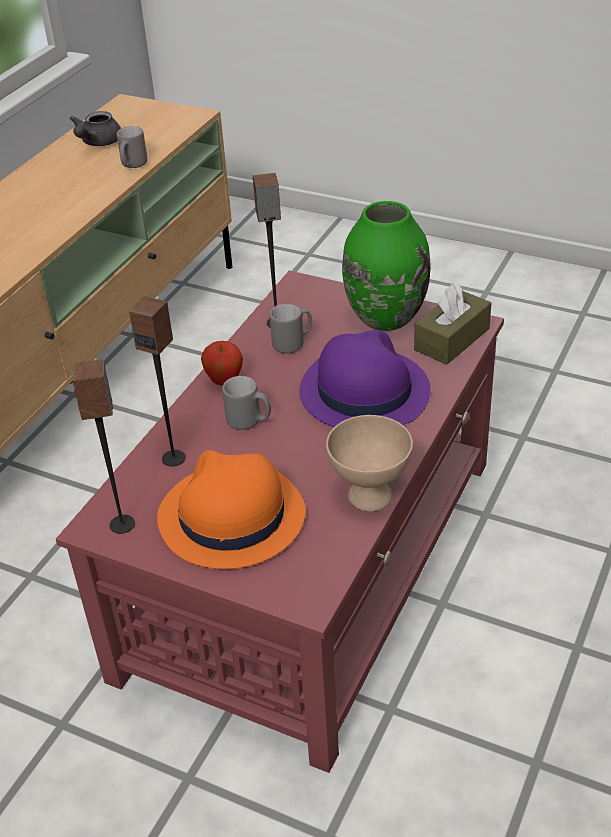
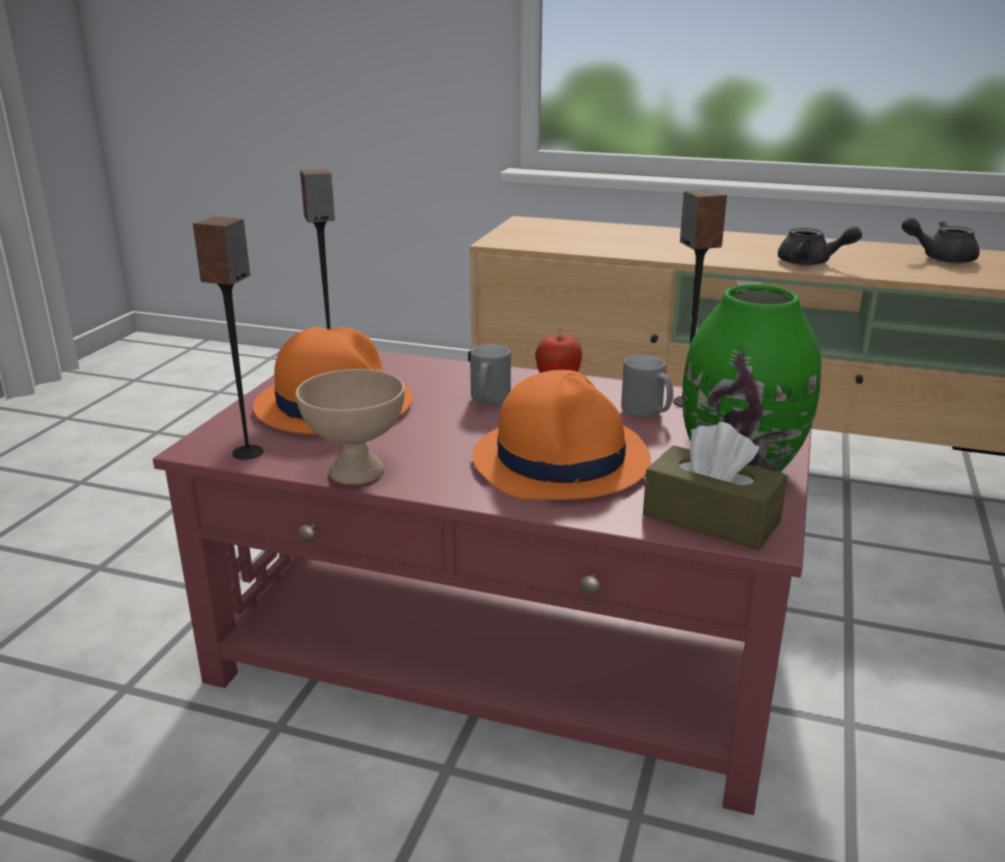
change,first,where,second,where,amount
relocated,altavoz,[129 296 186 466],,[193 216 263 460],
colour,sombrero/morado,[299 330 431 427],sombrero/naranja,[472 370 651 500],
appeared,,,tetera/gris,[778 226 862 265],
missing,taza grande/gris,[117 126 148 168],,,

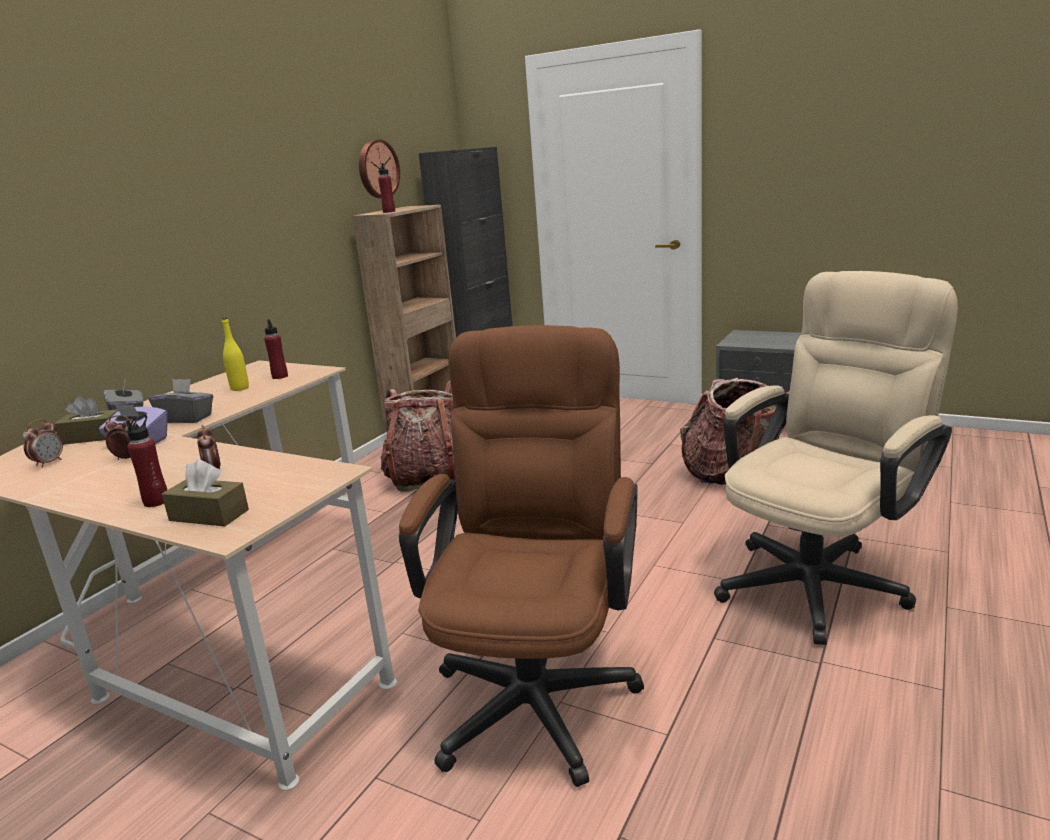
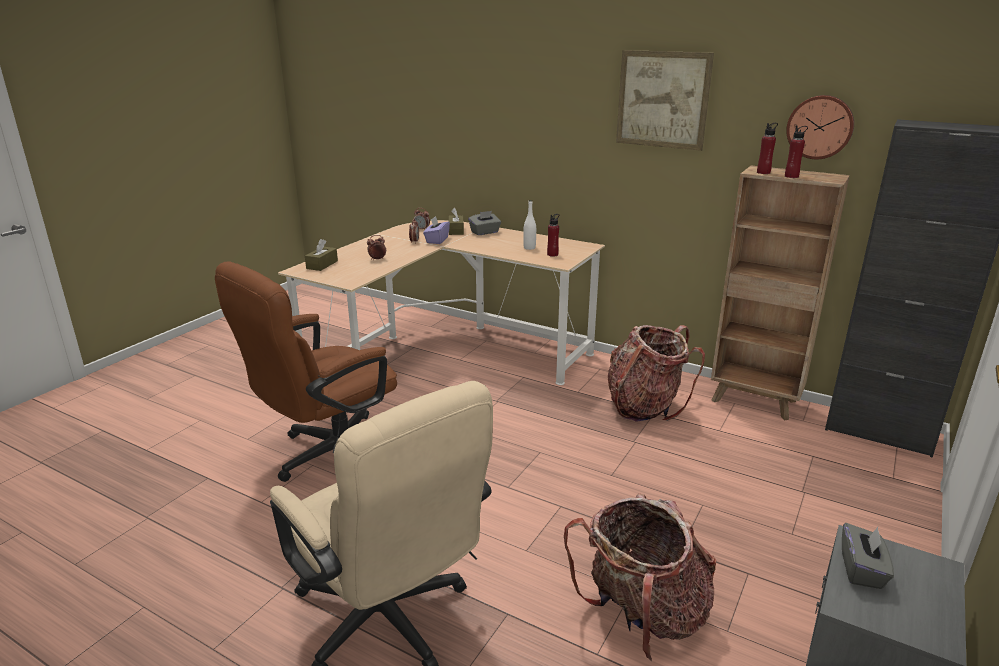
change,first,where,second,where,amount
spun,silla de oficina/marrón,[399 325 644 787],,[215 261 397 482],120 degrees clockwise
colour,botella/amarillo,[222 317 249 391],botella/blanco,[523 200 536 250],
appeared,,,cuadro,[616 50 714 151],
relocated,botella/rojo,[126 415 167 507],,[785 125 808 178],
relocated,caja de pañuelos/gris,[149 379 213 423],,[842 523 894 589],

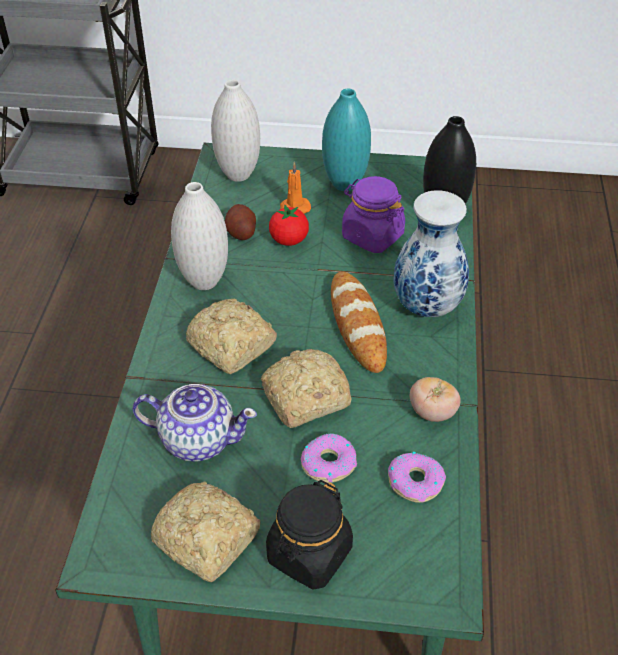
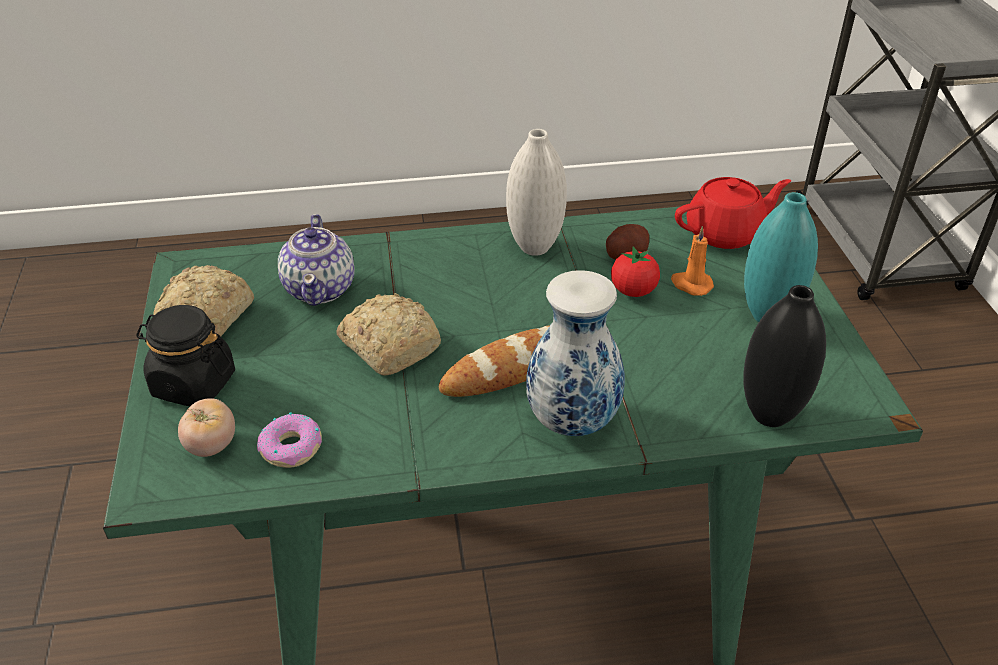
change,first,where,second,where,amount
relocated,tomate,[410 377 461 422],,[178 398 235 457],
exchanged,florero/blanco,[211 80 260 182],tetera/rojo,[675 177 791 249],
missing,pan,[186 299 277 374],,,
missing,rosquilla,[301 434 357 483],,,
missing,tarro/morado,[342 176 405 253],,,

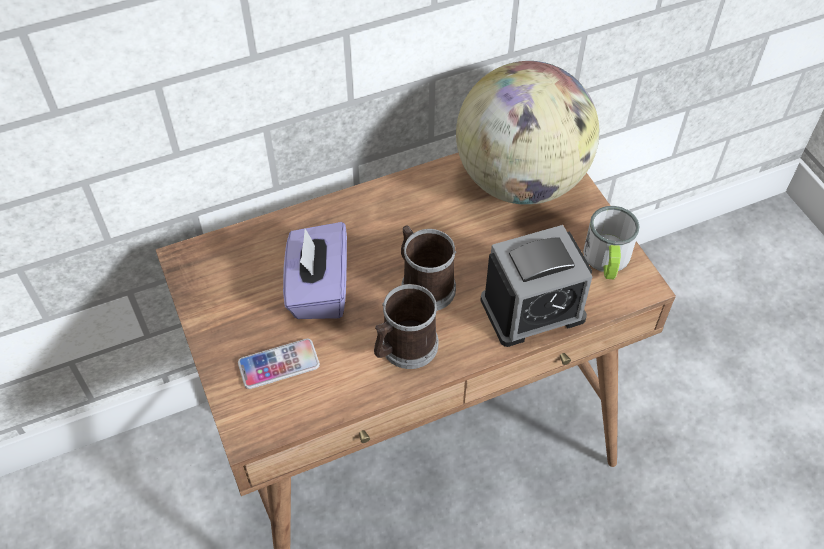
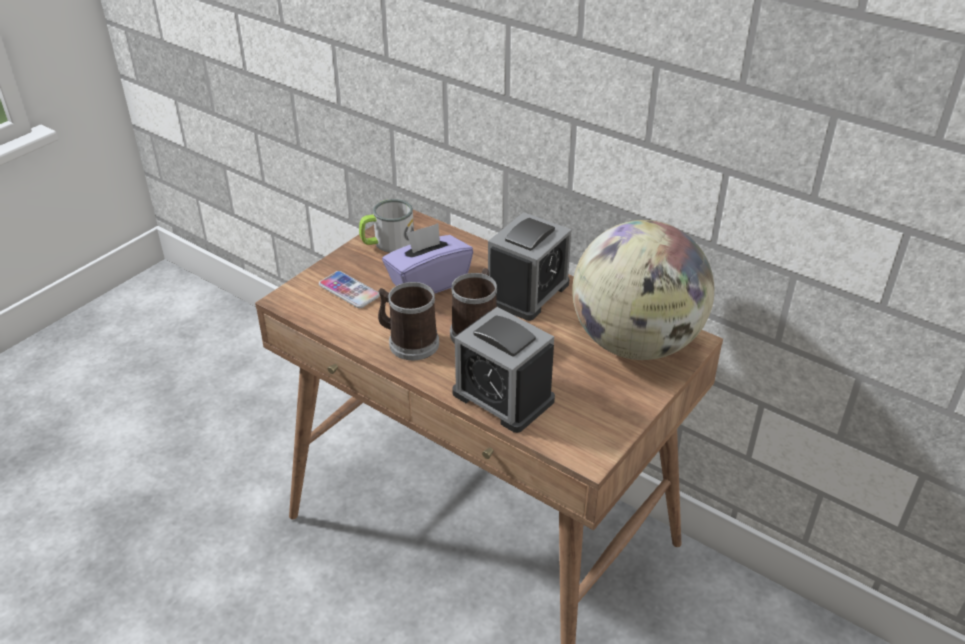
change,first,where,second,where,amount
relocated,taza grande,[583 206 640 279],,[359 199 414 253],
appeared,,,despertador,[488 212 572 321],

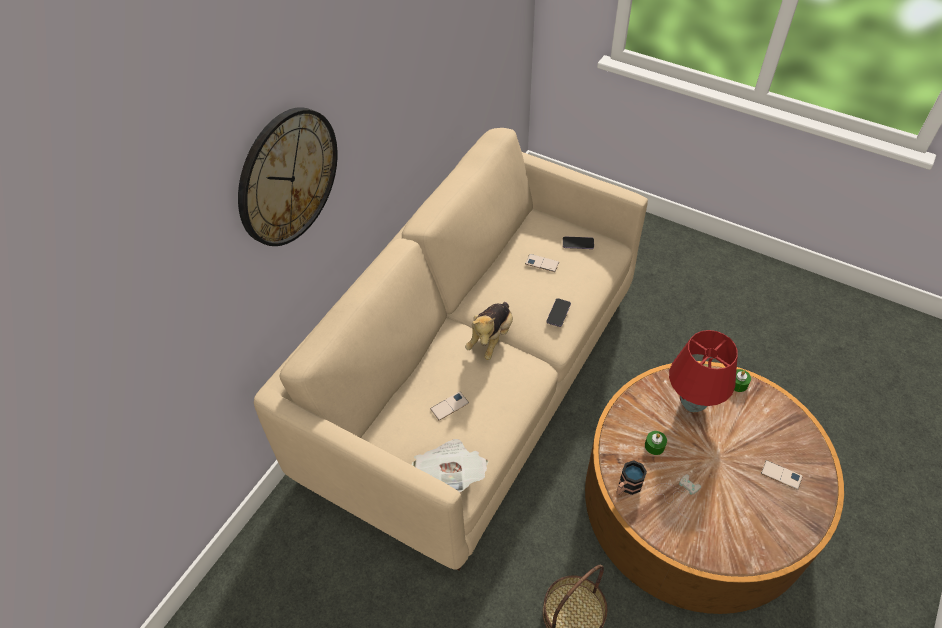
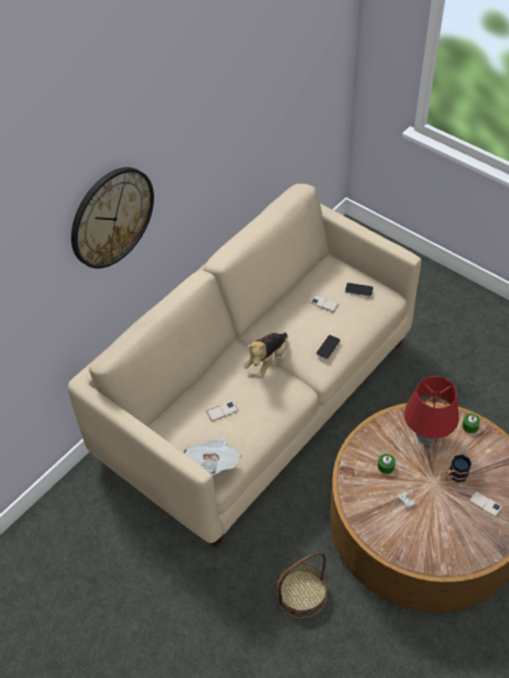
change,first,where,second,where,amount
relocated,taza grande,[616 460 647 495],,[445 455 472 482],

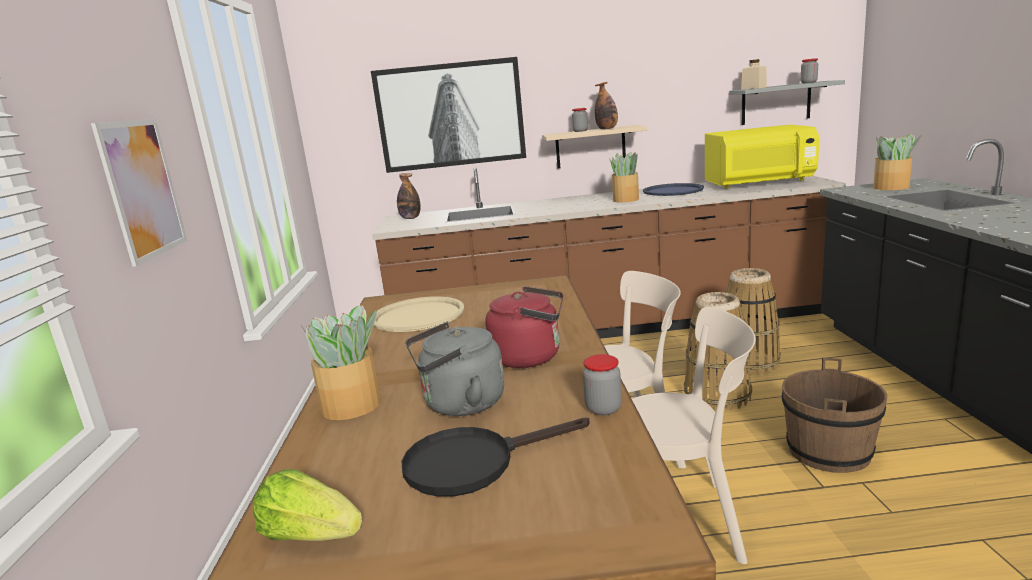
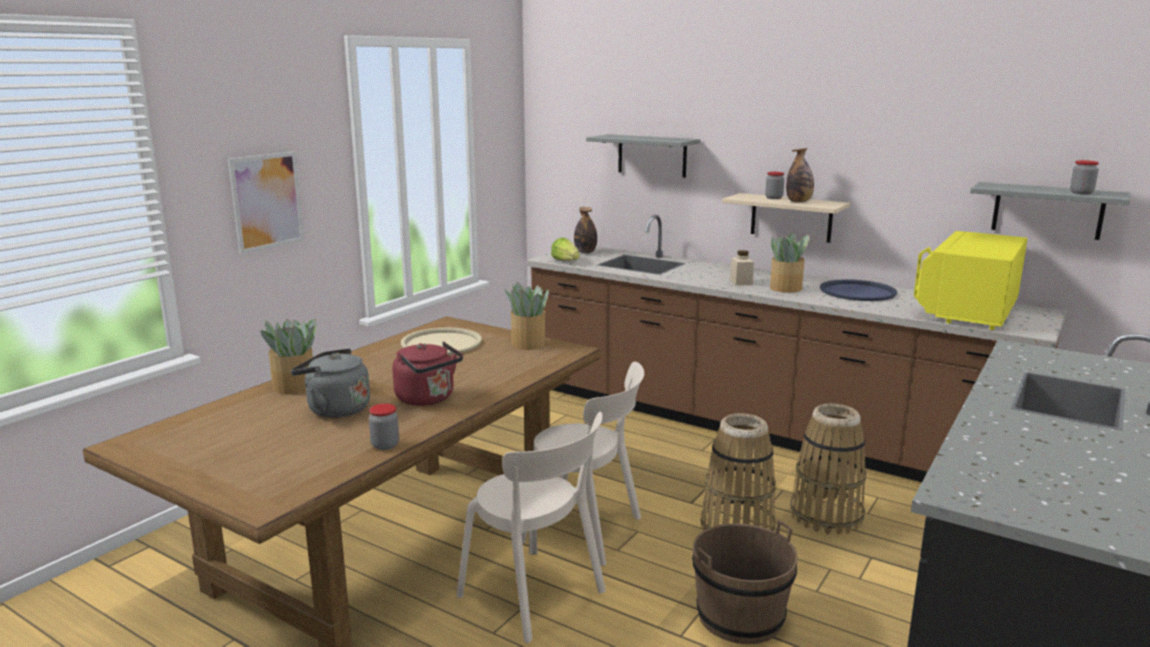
change,first,where,second,where,amount
relocated,planta en maceta,[873 134 922 190],,[504 282 549 350],
relocated,lechuga,[253 469 362 541],,[551 238 580 261],
exchanged,cuadro,[371 57 526 173],estante/gris,[586 134 700 178],
relocated,tarro/beis,[741 59 767 90],,[730 250 754 286],
spun,microondas/amarillo,[705 125 819 189],,[914 231 1028 330],90 degrees clockwise
missing,sartén/negro,[402 418 589 497],,,

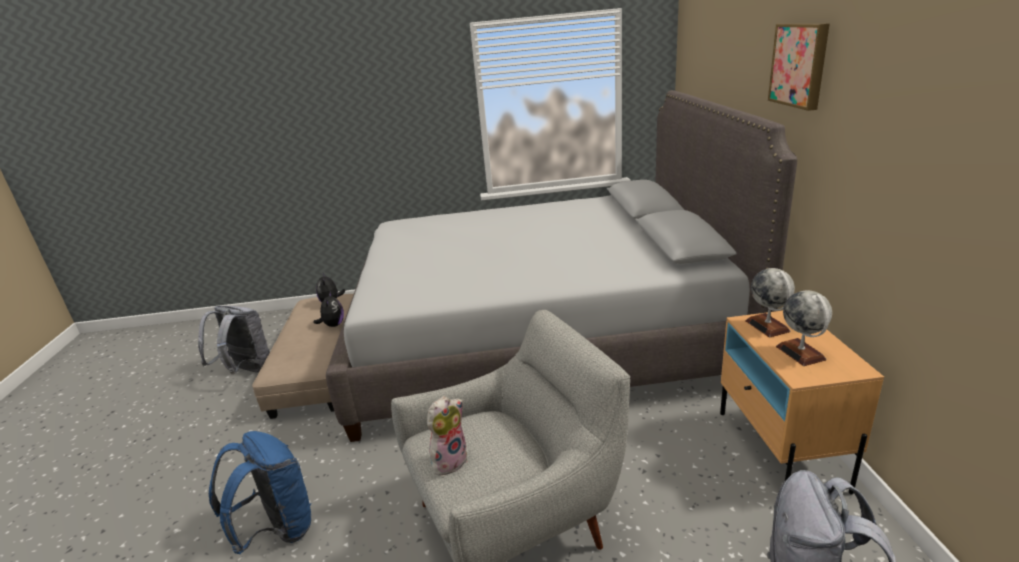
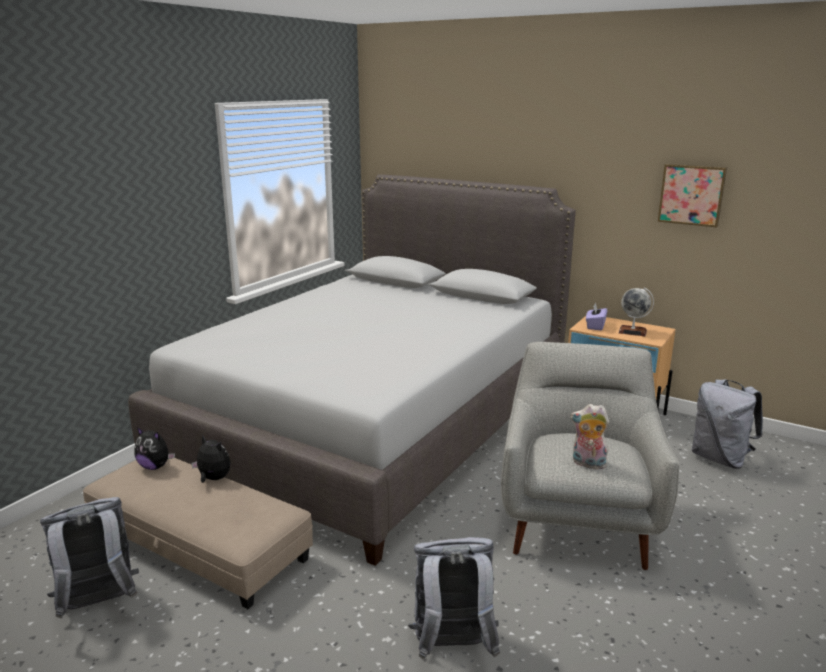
change,first,where,second,where,amount
colour,mochila/azul,[209 431 311 554],mochila/gris,[408 537 500 660],
spun,peluche,[427 396 467 475],,[570 404 609 471],60 degrees counterclockwise
exchanged,globo terráqueo,[745 268 795 337],caja de pañuelos/morado,[586 303 608 330],
relocated,cuadro,[768 23 830 111],,[658 164 727 227],

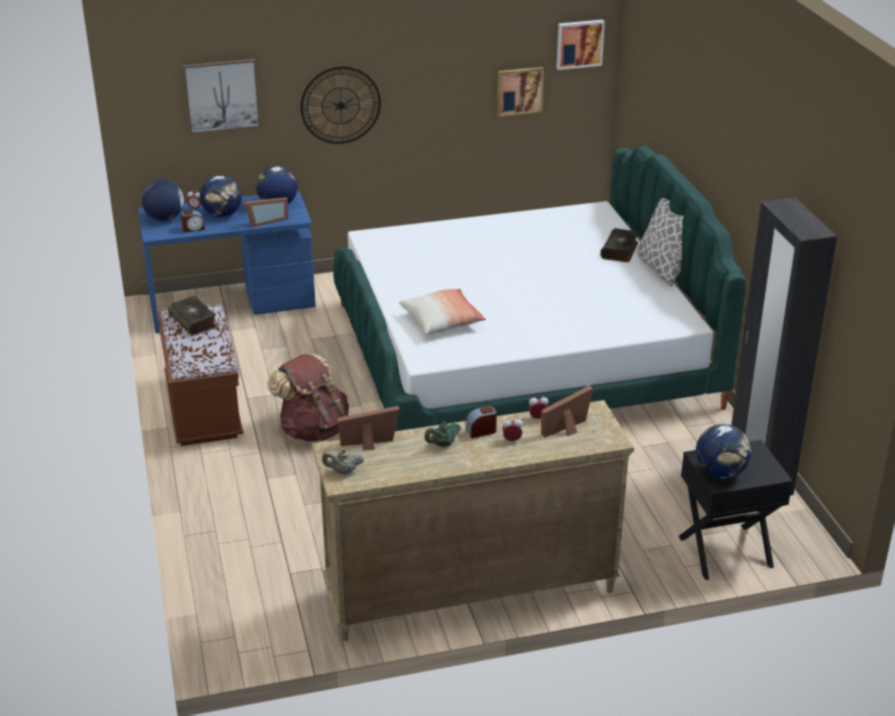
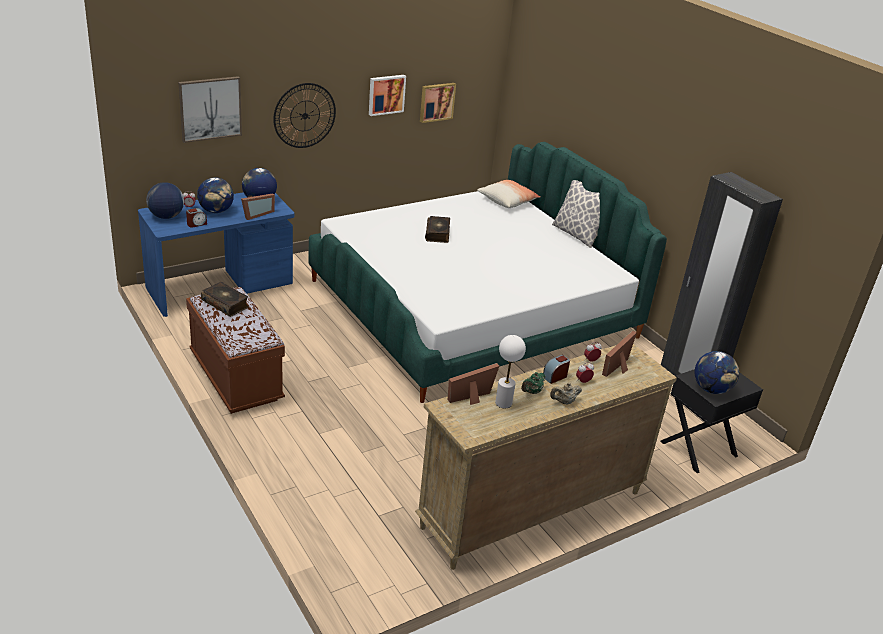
change,first,where,second,where,amount
relocated,cuadro,[556 20 605 70],,[369 75 406 116],
relocated,libro,[600 228 639 262],,[425 216 450 243],
relocated,cojín,[399 289 486 334],,[477 180 541 208],
appeared,,,lámpara de mesa/blanco,[495 335 526 408],
relocated,tetera/beis,[322 448 364 475],,[550 383 582 405],
missing,mochila/marrón,[267 353 349 442],,,

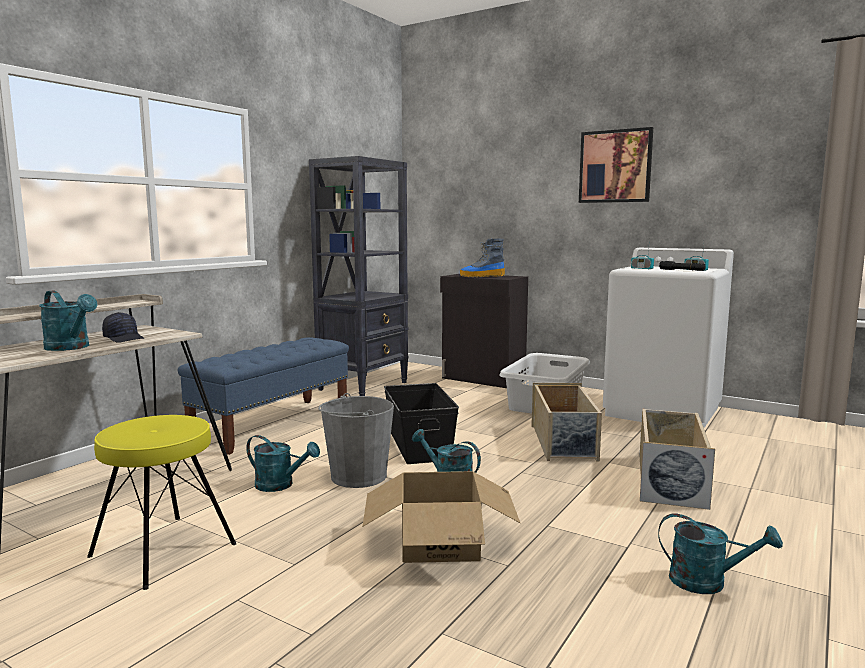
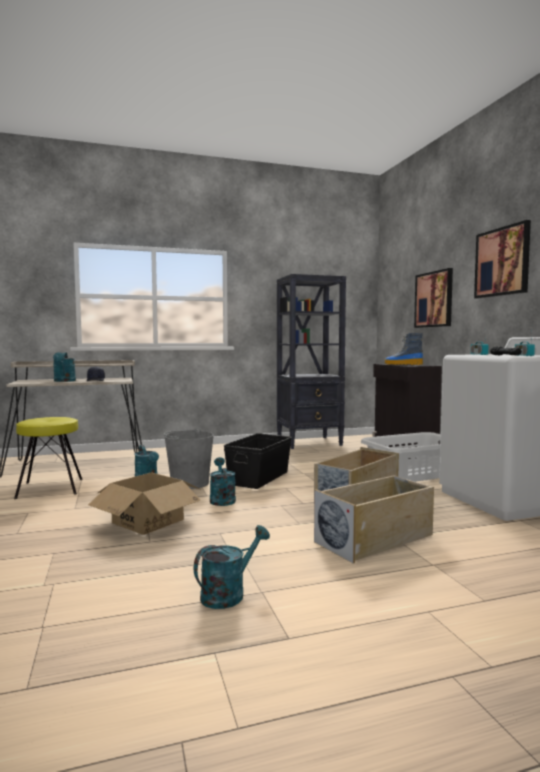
change,first,where,second,where,amount
spun,regadera/turquesa,[658 513 783 594],,[194 525 270 609],105 degrees counterclockwise
appeared,,,cuadro,[414 268 453 328],
missing,banco/azul,[178 337 349 455],,,

